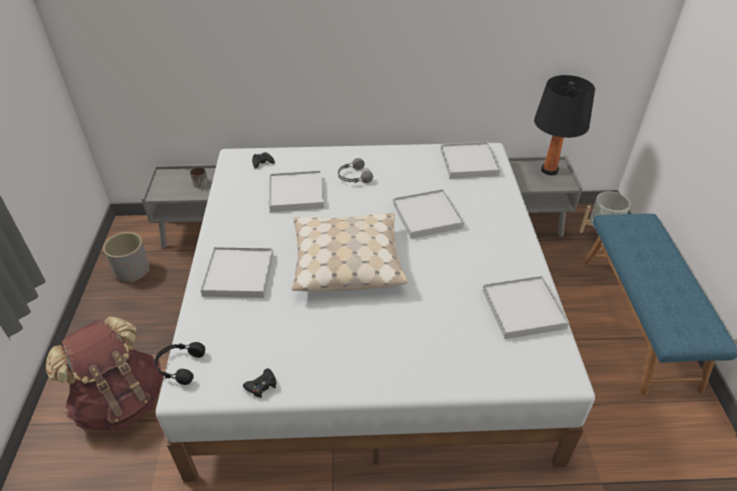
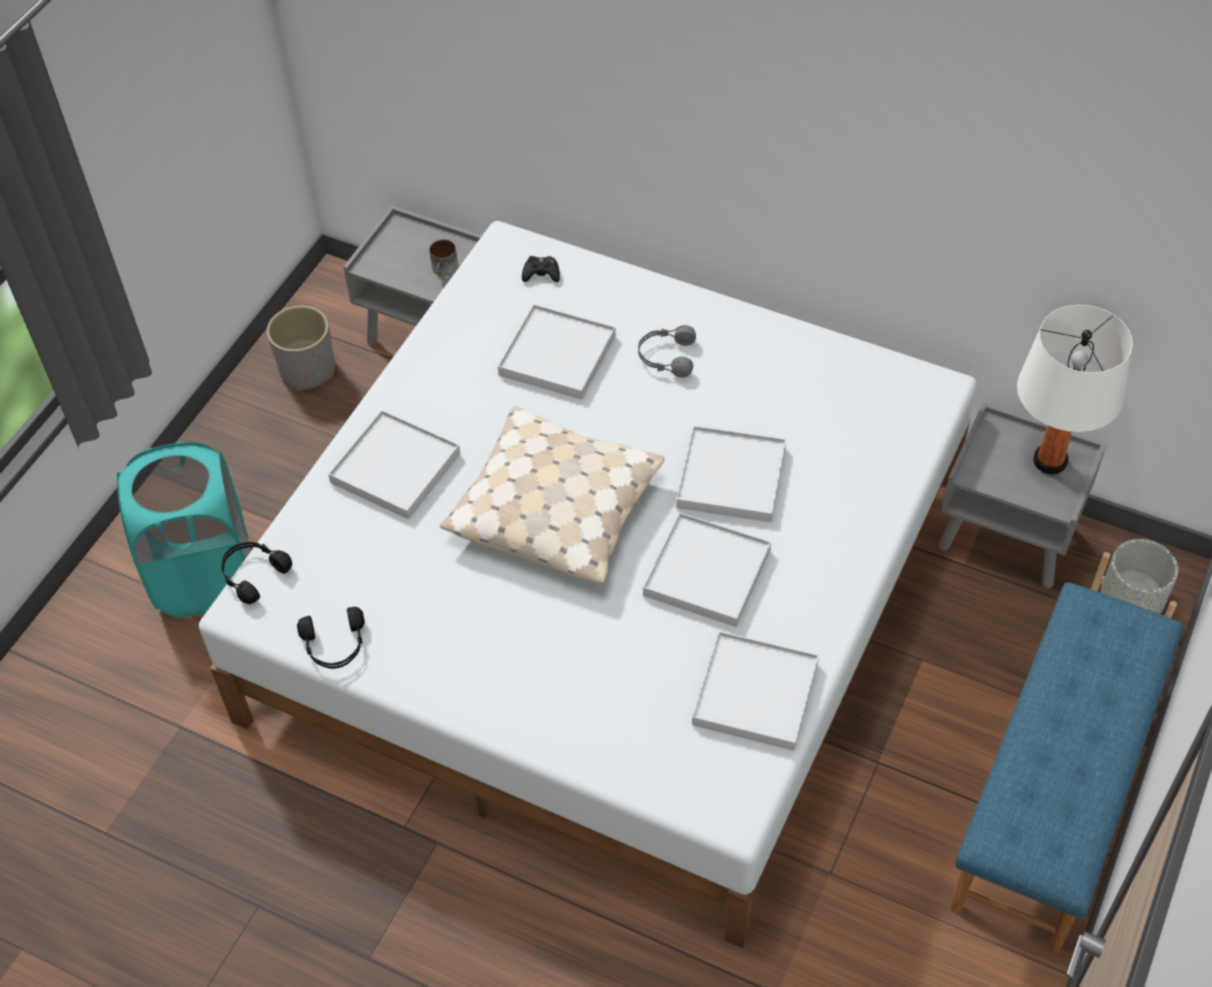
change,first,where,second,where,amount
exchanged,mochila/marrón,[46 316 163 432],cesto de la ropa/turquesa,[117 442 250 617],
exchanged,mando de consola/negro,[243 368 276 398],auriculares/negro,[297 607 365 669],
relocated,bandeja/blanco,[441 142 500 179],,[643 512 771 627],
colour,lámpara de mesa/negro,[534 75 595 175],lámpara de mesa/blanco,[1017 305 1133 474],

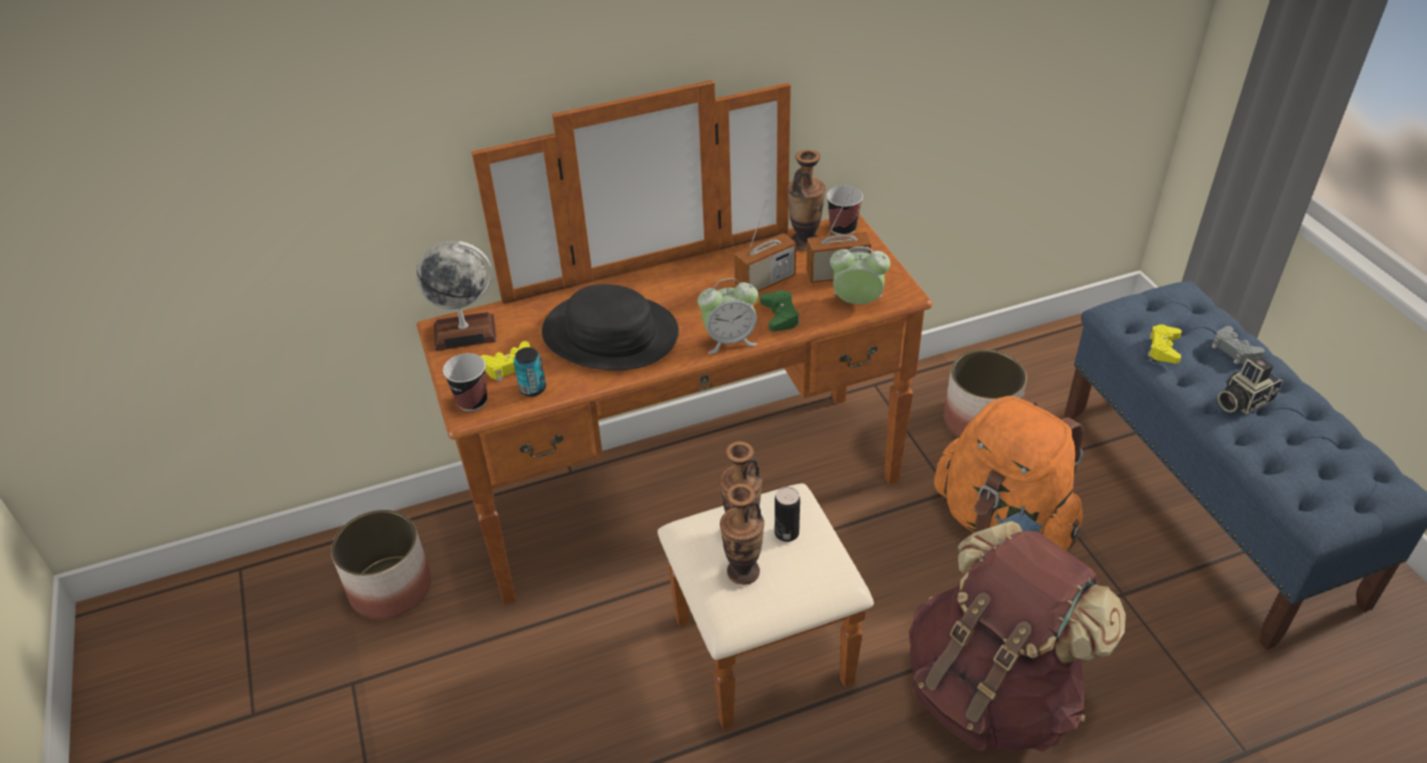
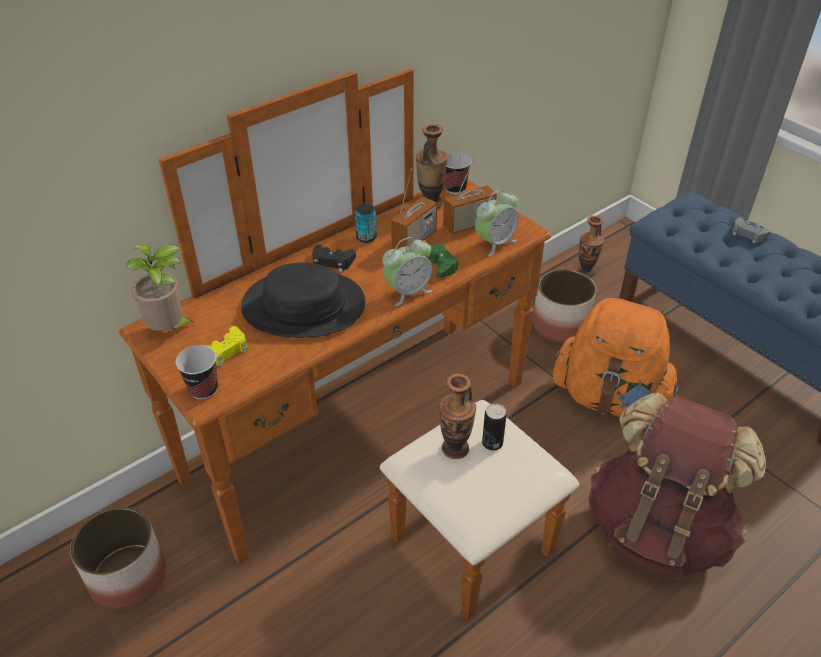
change,first,where,second,where,amount
exchanged,globo terráqueo,[416 241 497 351],planta en maceta,[126 245 195 331],
appeared,,,mando de consola/negro,[312 244 356 272],
relocated,lata,[514 347 546 397],,[355 203 377 243],
spun,despertador,[830 246 890 304],,[475 190 519 256],150 degrees clockwise
relocated,florero,[720 483 764 585],,[577 216 604 277],
missing,mando de consola/amarillo,[1148 325 1182 364],,,
missing,cámara,[1218 356 1283 414],,,

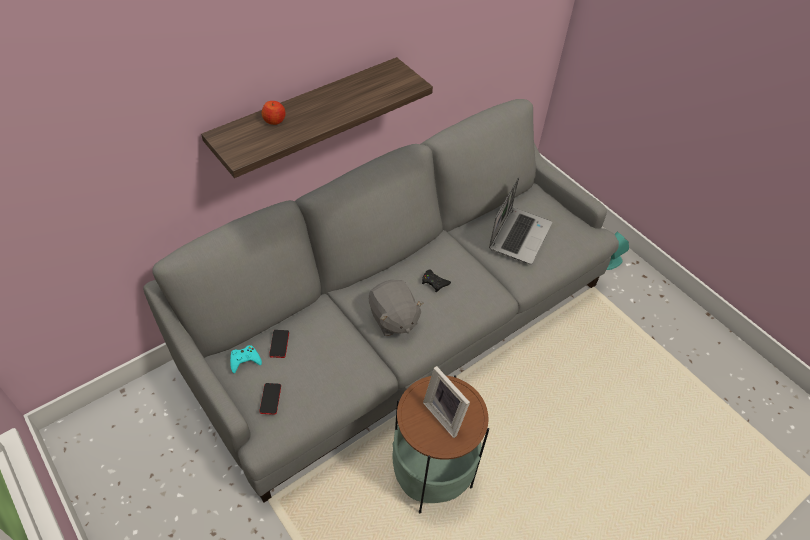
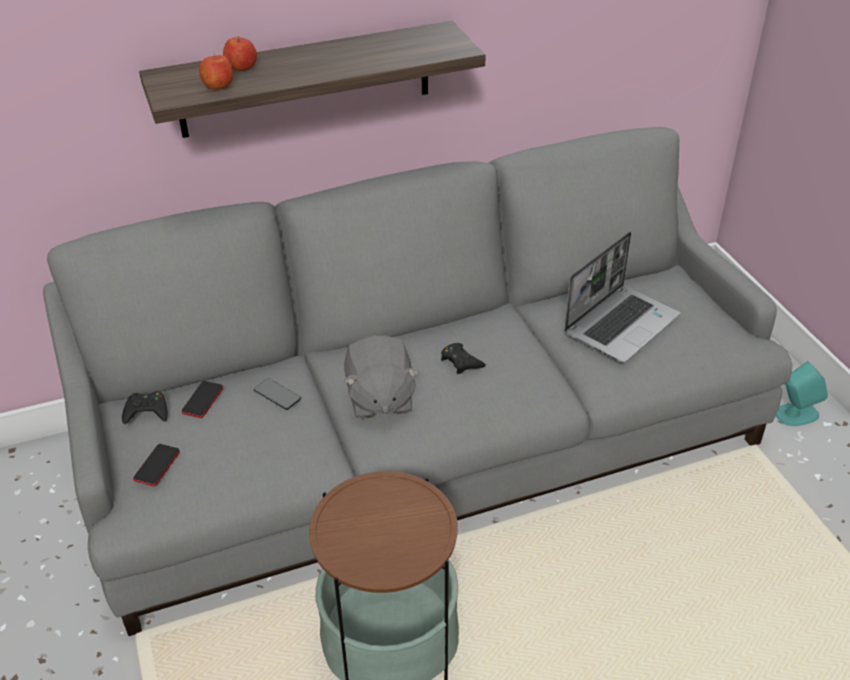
change,first,where,second,where,amount
colour,mando de consola/turquesa,[230 345 262 373],mando de consola/negro,[122 391 168 424],
appeared,,,manzana,[199 54 233 90],
appeared,,,móvil,[254 378 301 410],
missing,portarretratos,[423 366 470 438],,,

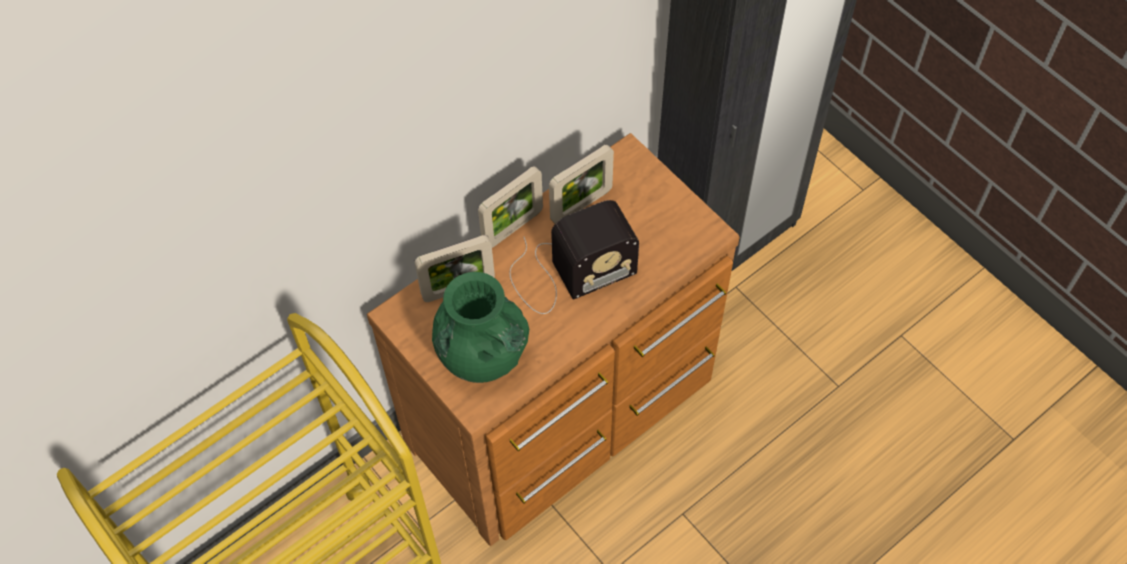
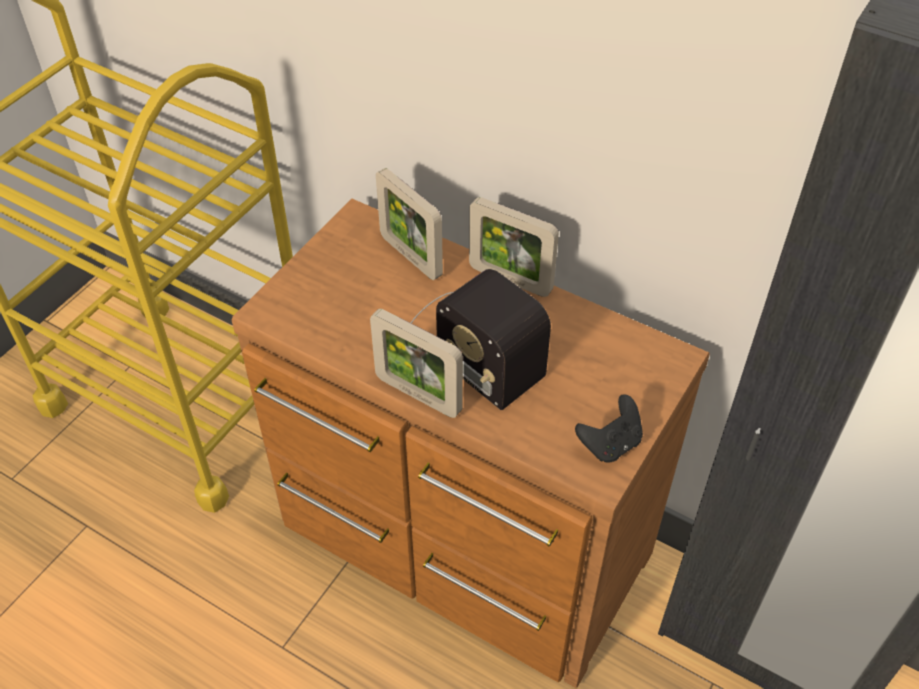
change,first,where,second,where,amount
relocated,portarretratos,[549 144 614 223],,[370 309 463 418],
appeared,,,mando de consola/negro,[575 395 643 462],
missing,florero/verde,[432 272 529 383],,,

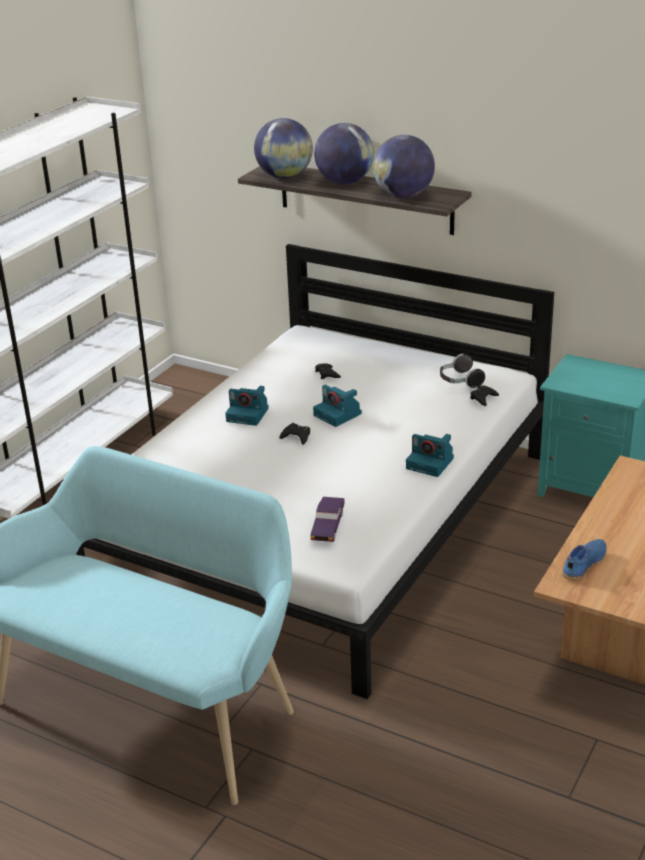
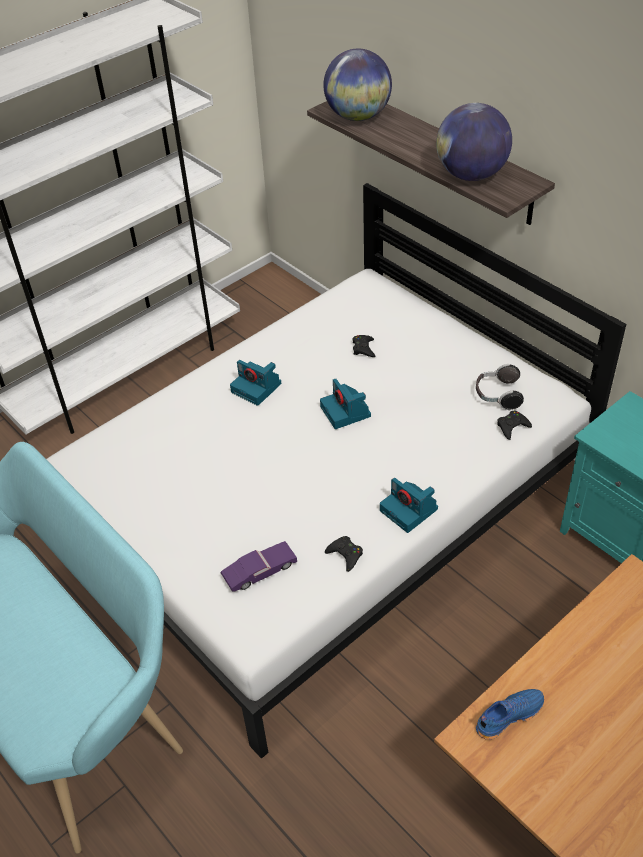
change,first,where,second,where,amount
spun,coche de juguete/morado,[310 497 345 542],,[221 541 297 592],150 degrees counterclockwise
relocated,mando de consola/negro,[279 423 310 445],,[325 536 363 572],
missing,globo terráqueo,[314 123 374 184],,,

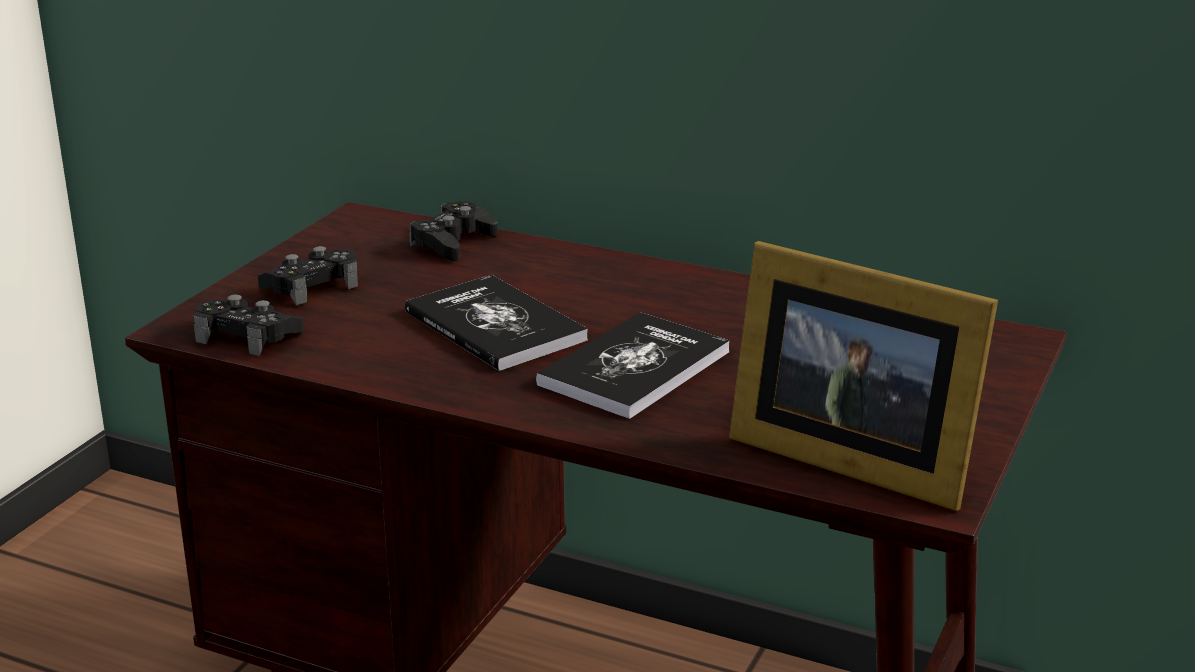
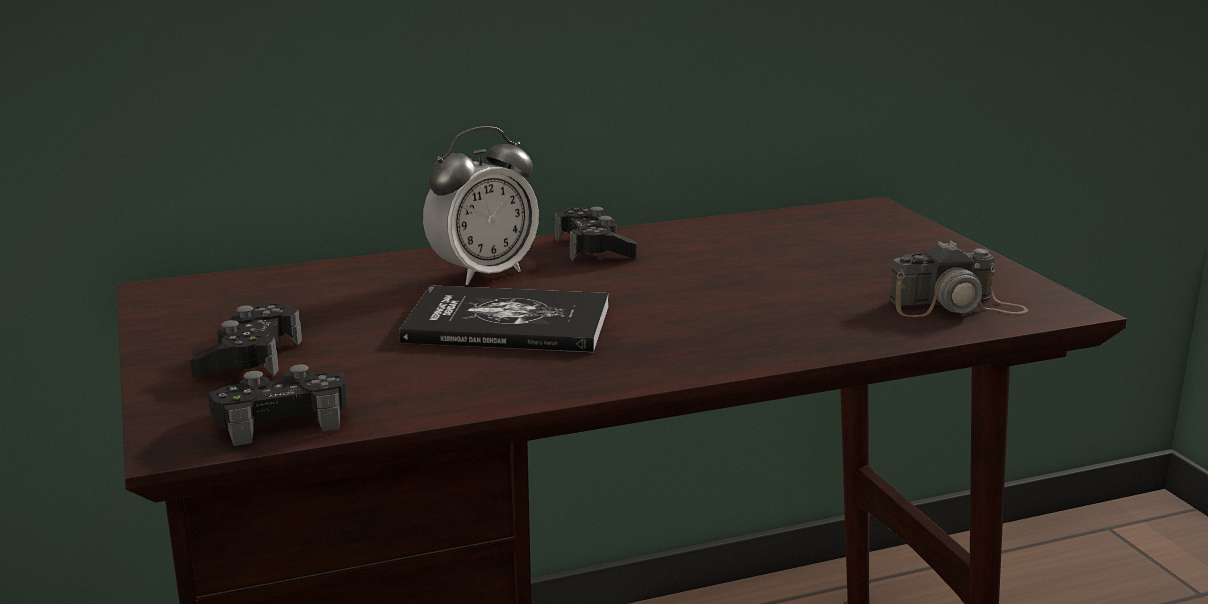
change,first,where,second,where,amount
appeared,,,despertador,[423 126 539 285],
relocated,mando de consola/negro,[409 201 498 261],,[554 207 637 261],
exchanged,portarretratos,[729 241 998 511],cámara,[889 240 1028 317],
missing,libro,[536 312 730 419],,,

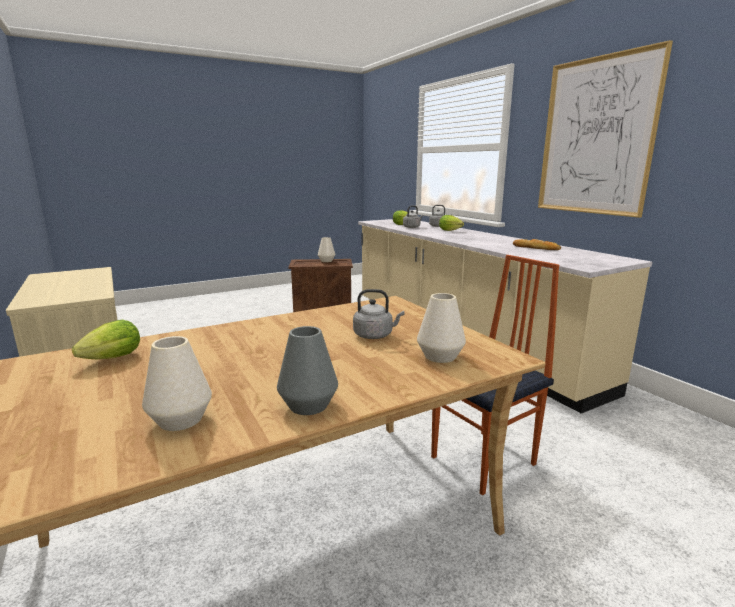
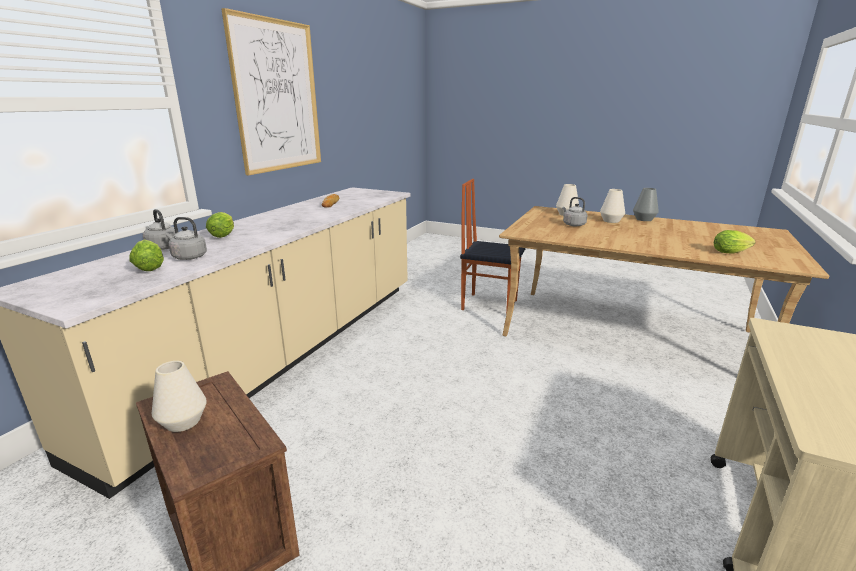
change,first,where,second,where,amount
relocated,florero/blanco,[142 336 212 431],,[600 189 625 223],

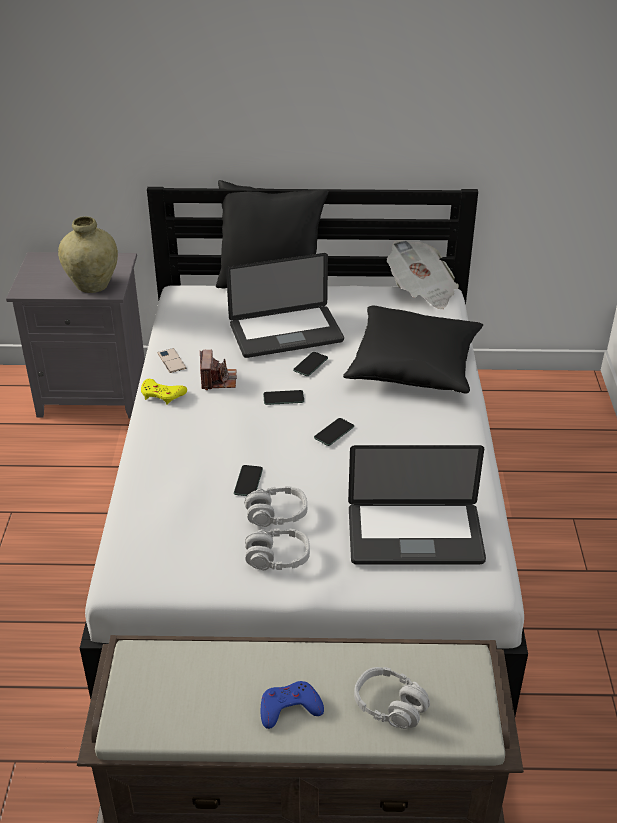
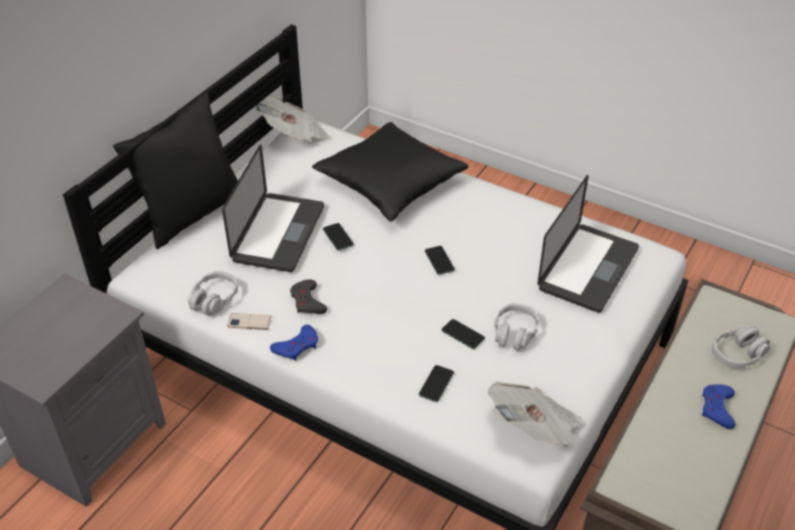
change,first,where,second,where,amount
relocated,auriculares/gris,[245 528 310 570],,[188 271 238 316],
colour,mando de consola/amarillo,[141 379 187 405],mando de consola/azul,[270 325 318 361],
exchanged,cámara,[200 350 237 390],mando de consola/gris,[290 279 327 314],
relocated,móvil,[263 390 304 405],,[419 365 454 402],
appeared,,,periódico,[488 382 583 447],
missing,florero/beis,[58 216 118 293],,,

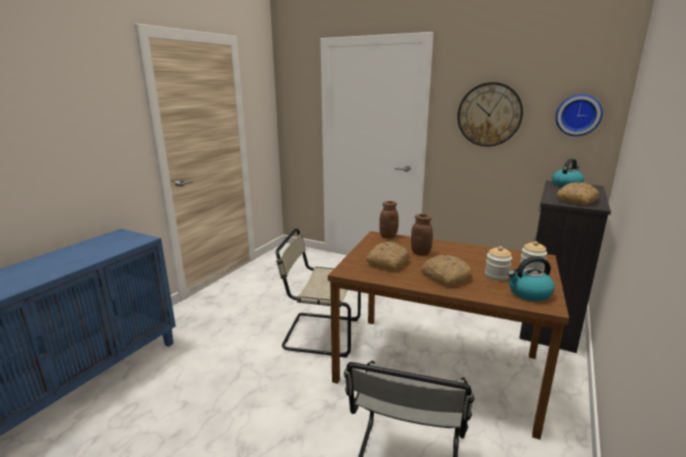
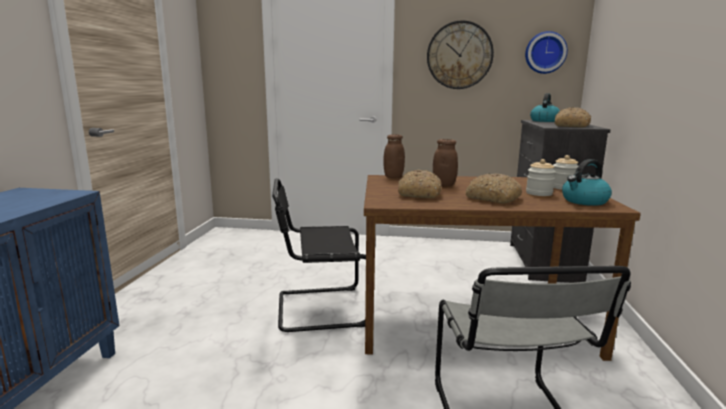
change,first,where,second,where,amount
colour,silla/beis,[276 229 361 358],silla/negro,[272 178 366 332],

